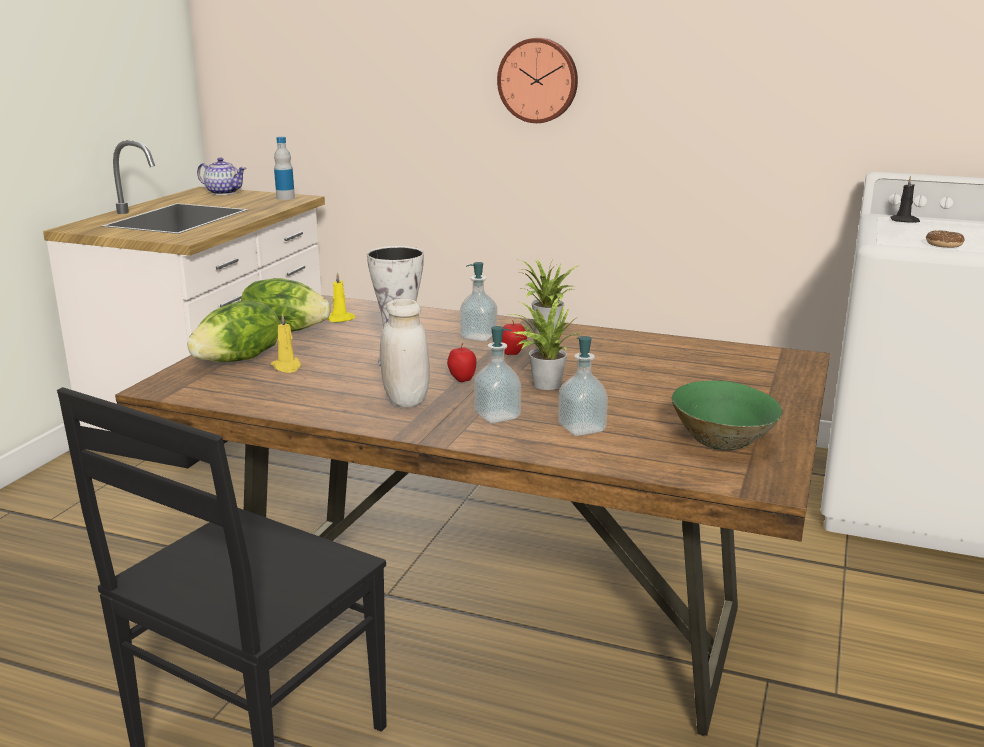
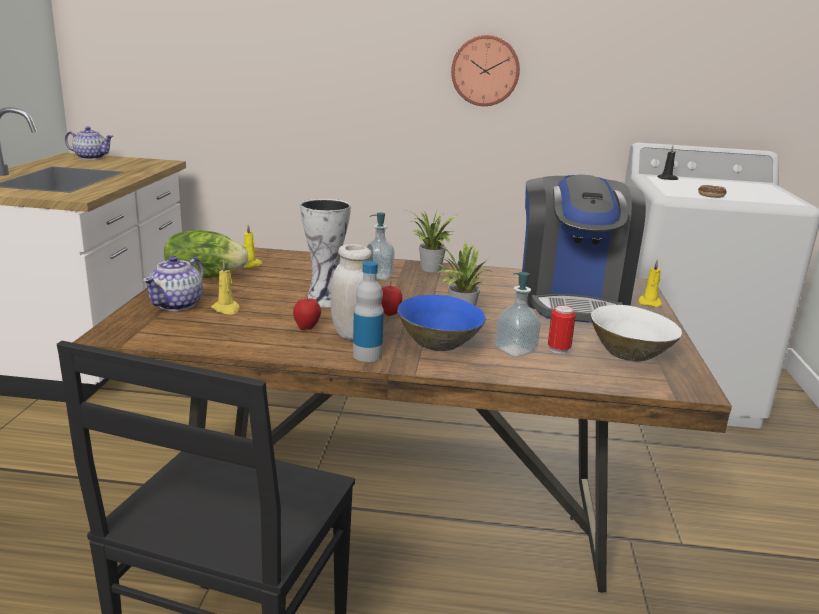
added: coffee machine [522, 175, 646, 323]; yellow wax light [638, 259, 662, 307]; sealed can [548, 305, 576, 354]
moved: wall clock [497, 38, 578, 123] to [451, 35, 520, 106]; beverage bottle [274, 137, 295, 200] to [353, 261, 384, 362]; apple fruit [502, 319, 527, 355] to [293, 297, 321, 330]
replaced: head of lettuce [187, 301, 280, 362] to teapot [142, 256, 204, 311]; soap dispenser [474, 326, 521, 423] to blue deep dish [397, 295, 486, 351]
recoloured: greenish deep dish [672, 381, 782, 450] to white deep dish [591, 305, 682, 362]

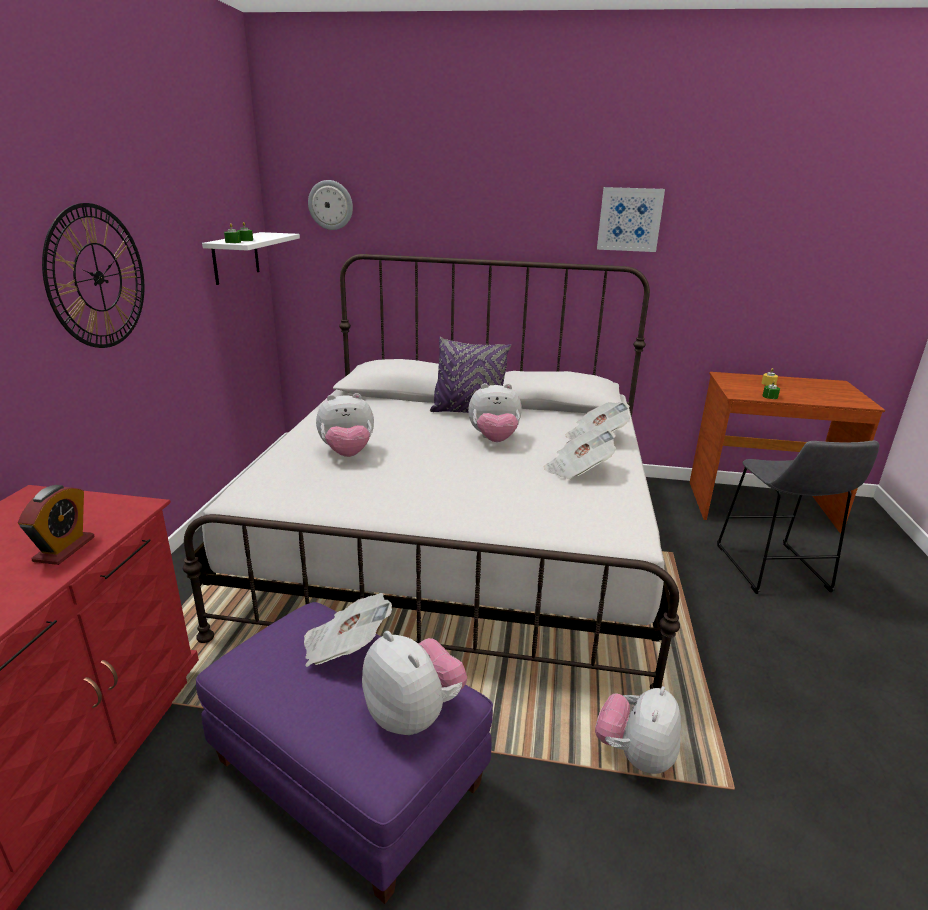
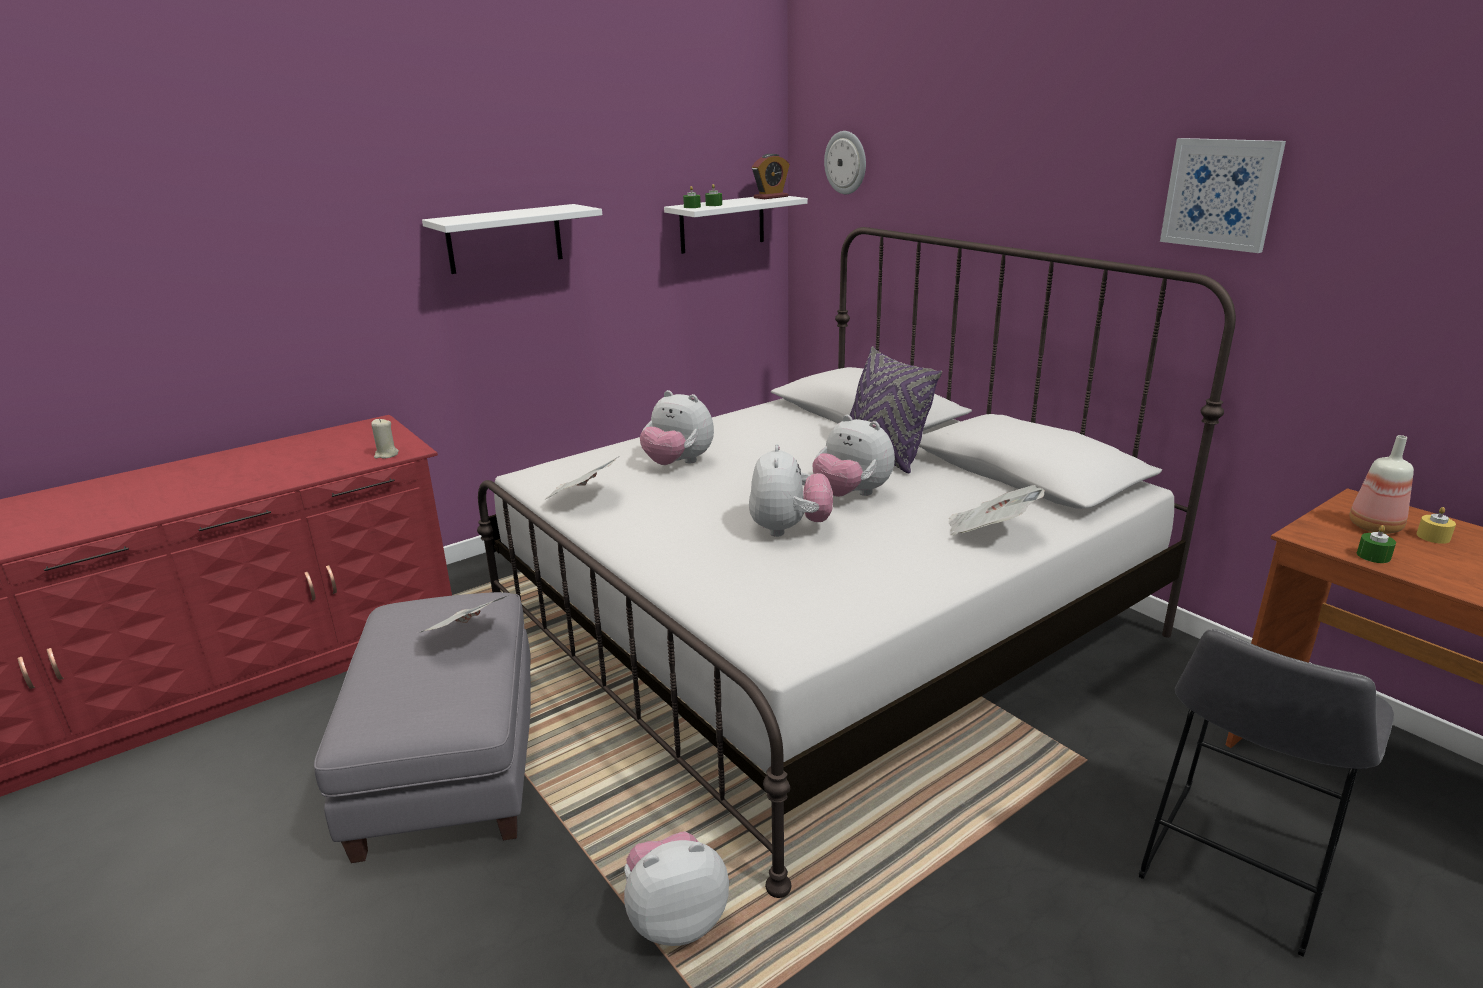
added: beige-coloured wax light [372, 418, 399, 459]; beverage bottle [1349, 435, 1414, 534]
moved: daily paper [544, 430, 616, 480] to [546, 457, 618, 499]; alarm clock [18, 485, 95, 565] to [752, 154, 789, 199]; cuddly toy [362, 631, 467, 735] to [749, 444, 833, 537]
replaced: wall clock [42, 203, 145, 348] to white bracket shelf [422, 204, 602, 274]
recoloured: purple-coloured pouffe [196, 602, 493, 904] to grey pouffe [314, 592, 531, 863]

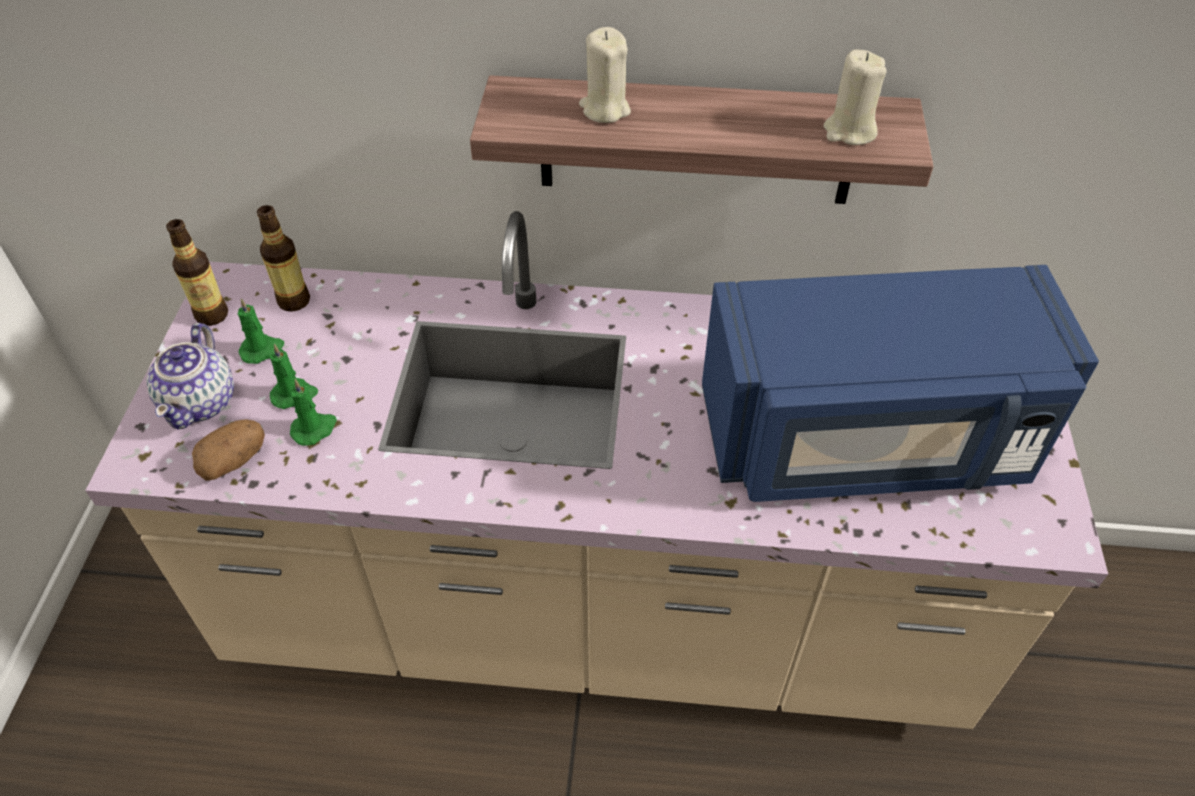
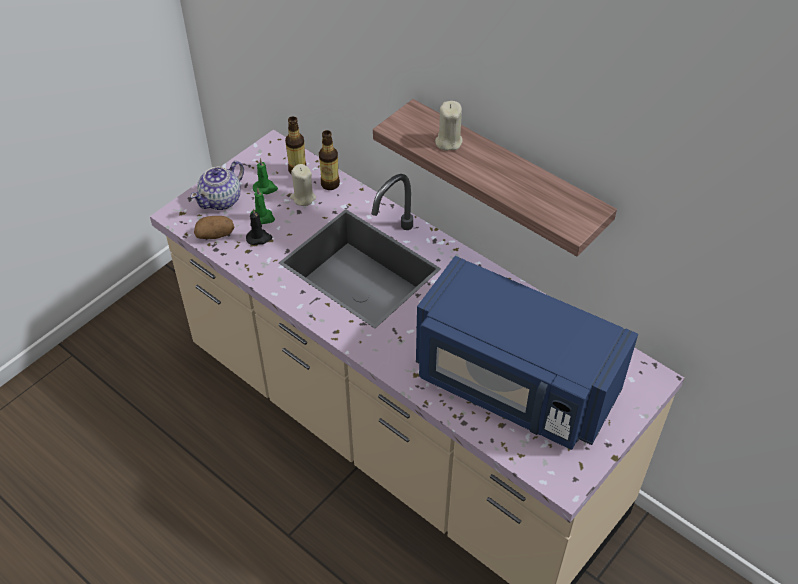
moved: beige-coloured wax light [823, 49, 886, 145] to [290, 164, 316, 206]; beverage bottle [166, 219, 228, 326] to [319, 130, 340, 190]
recoloured: greenish wax light [290, 379, 337, 446] to blackish wax light [246, 208, 272, 245]

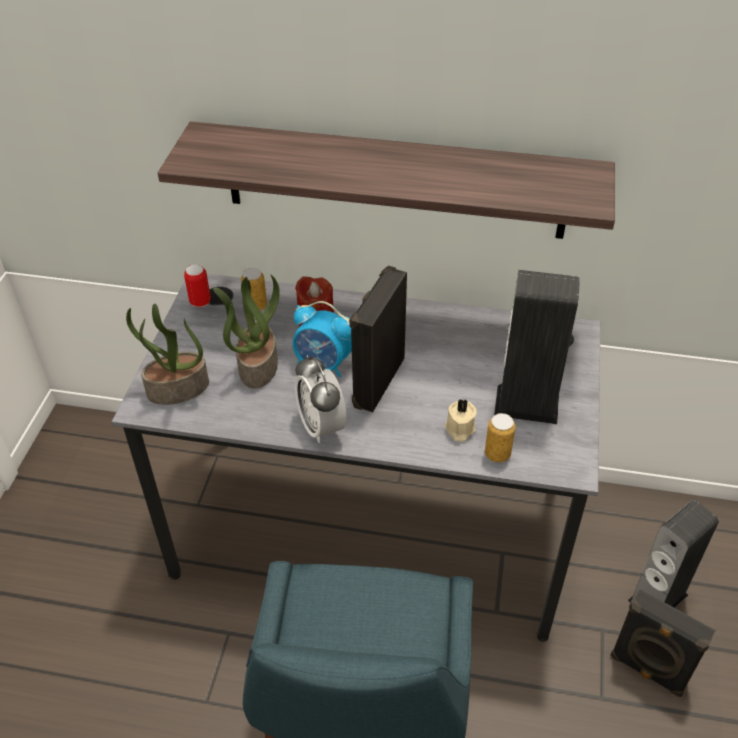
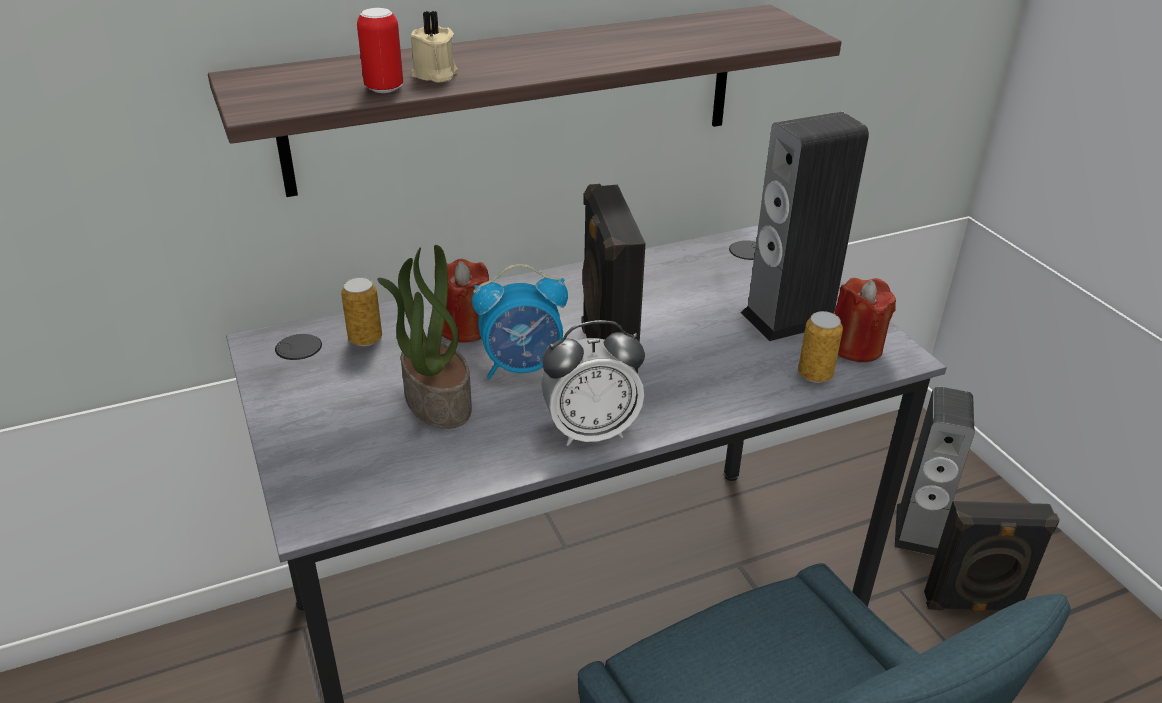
removed: plant in a pot [126, 304, 209, 405]
added: red wax light [835, 278, 896, 362]
moved: sealed can [184, 264, 211, 307] to [357, 8, 403, 93]; beige-coloured wax light [445, 399, 477, 442] to [410, 11, 458, 83]
turned: alarm clock [295, 355, 346, 443] = [541, 320, 645, 446] 45 degrees counterclockwise

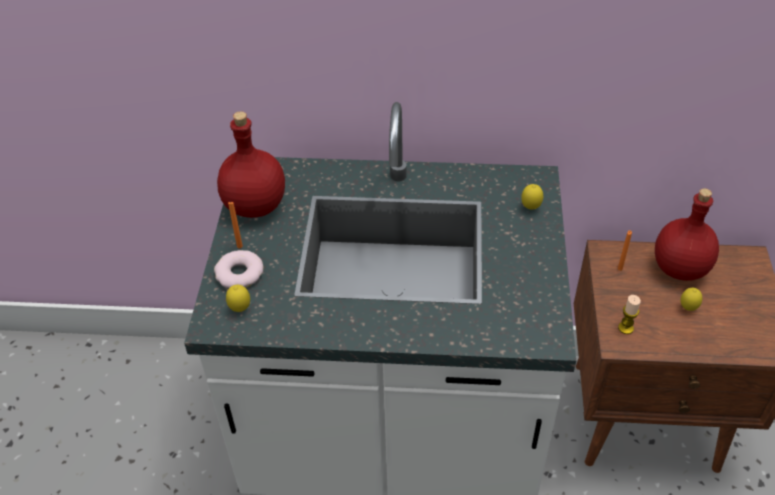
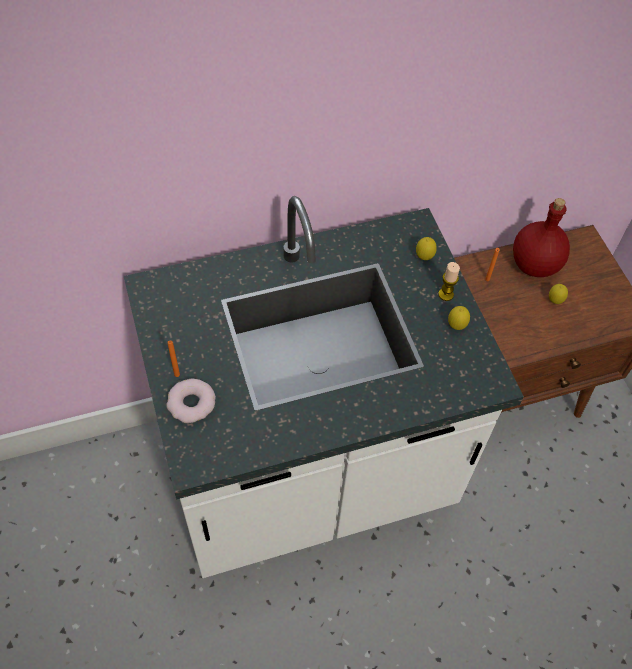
removed: red beverage bottle [217, 111, 285, 218]
moved: lemon [226, 285, 250, 312] to [448, 306, 470, 330]; wax light [618, 295, 641, 334] to [438, 262, 460, 301]

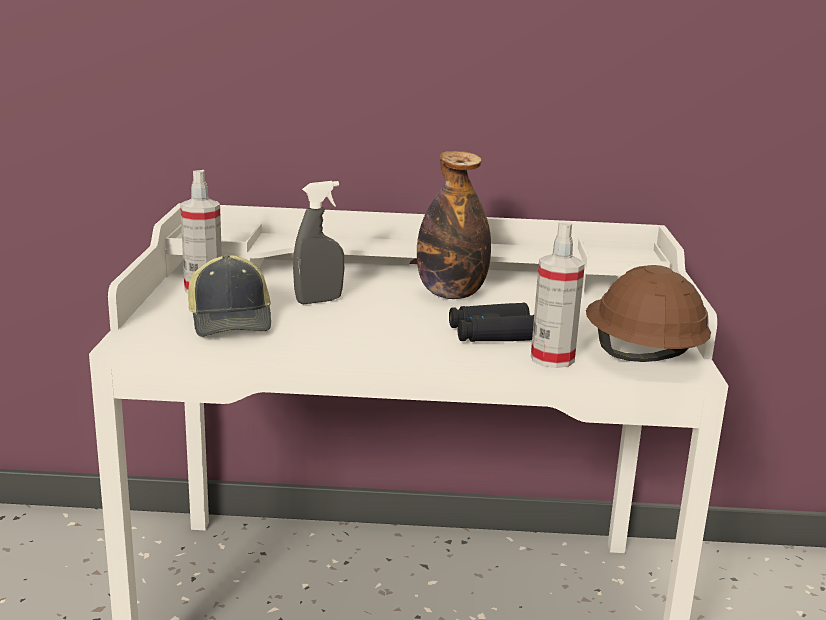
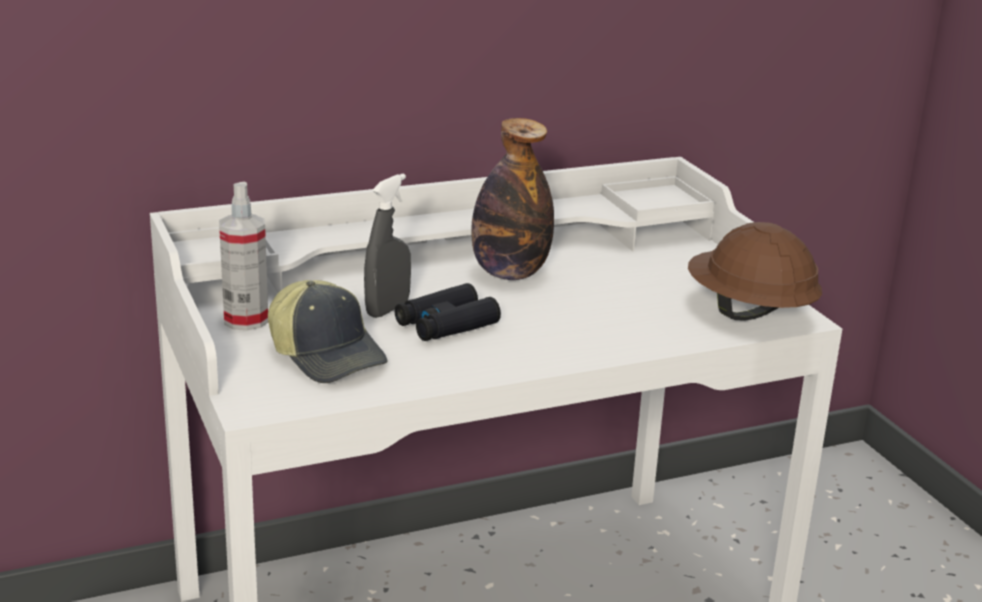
removed: sprayer [531, 223, 585, 368]
moved: blackish field glasses [449, 303, 534, 342] to [395, 283, 501, 341]

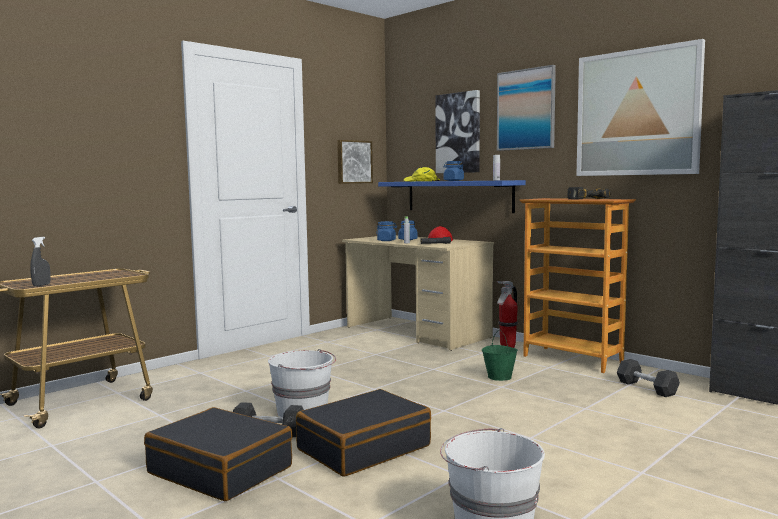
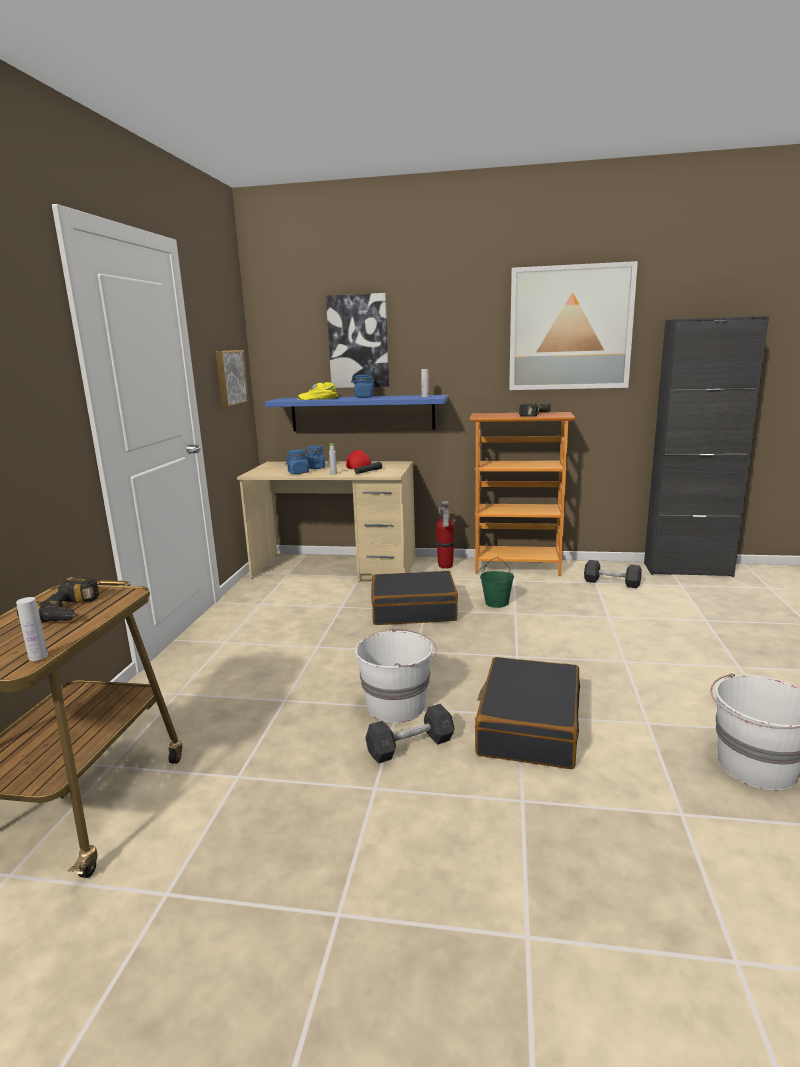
removed: wall art [497, 65, 556, 151]
added: power drill [17, 576, 99, 622]
moved: blackish suitcase [144, 407, 293, 501] to [371, 571, 458, 625]
replaced: grey sprayer [30, 237, 51, 287] to white beverage bottle [16, 597, 48, 661]

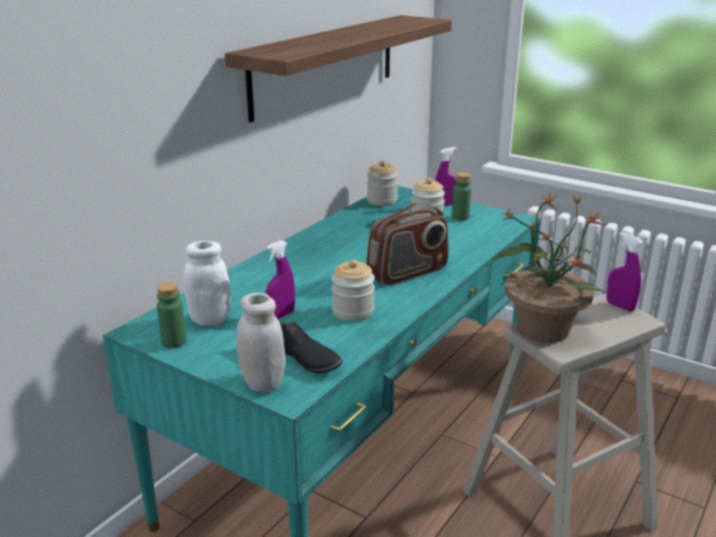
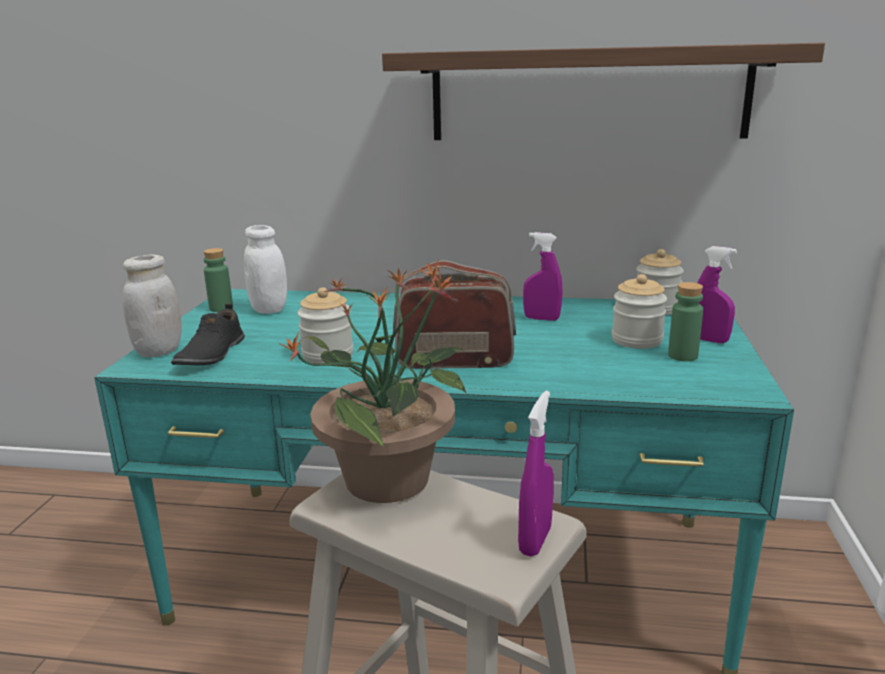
moved: purple-coloured sprayer [265, 240, 295, 319] to [523, 232, 562, 321]
turned: radio set [366, 203, 449, 286] = [393, 260, 516, 369] 150 degrees clockwise

